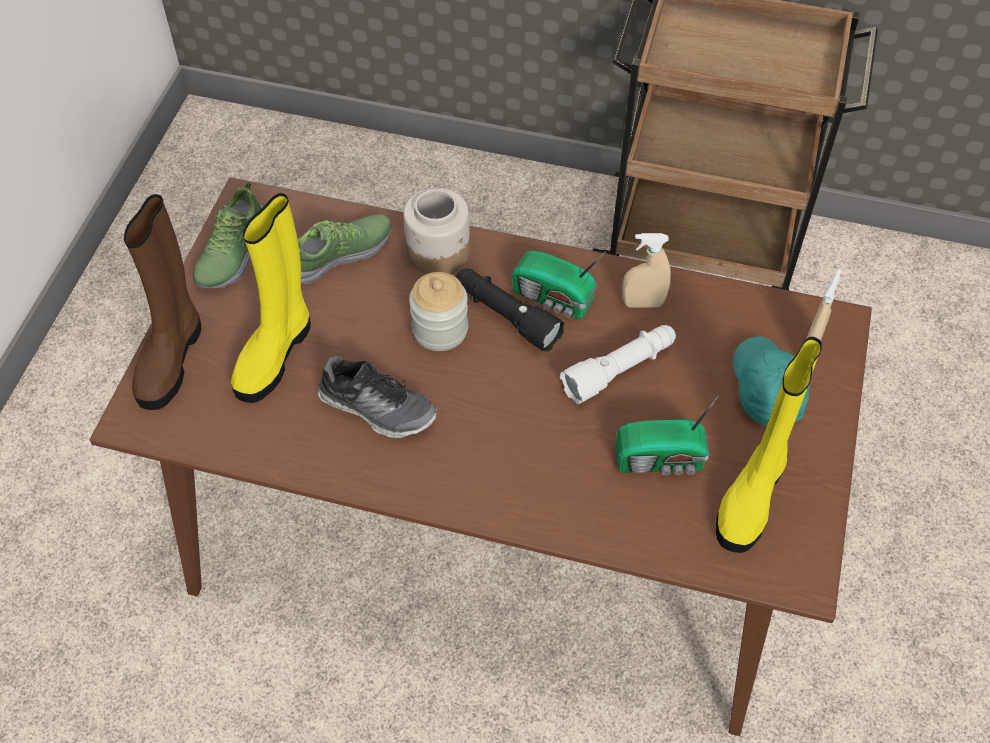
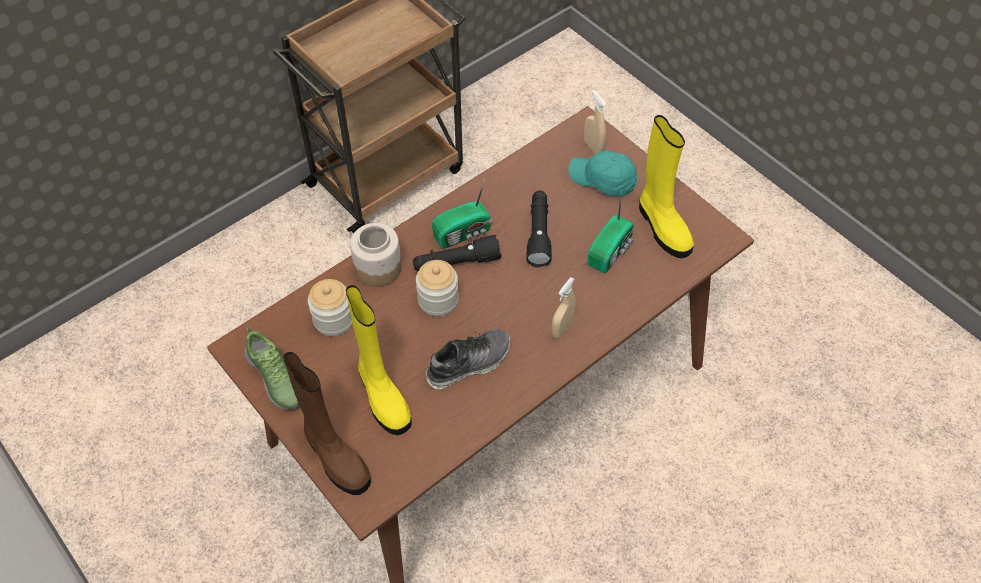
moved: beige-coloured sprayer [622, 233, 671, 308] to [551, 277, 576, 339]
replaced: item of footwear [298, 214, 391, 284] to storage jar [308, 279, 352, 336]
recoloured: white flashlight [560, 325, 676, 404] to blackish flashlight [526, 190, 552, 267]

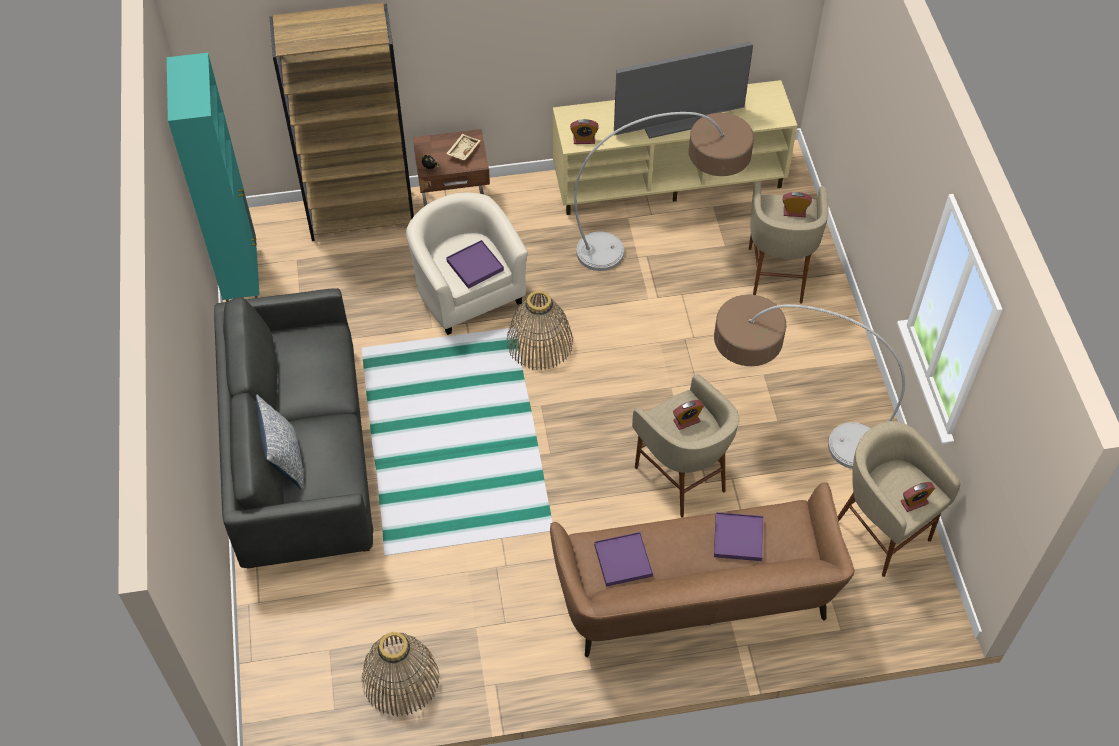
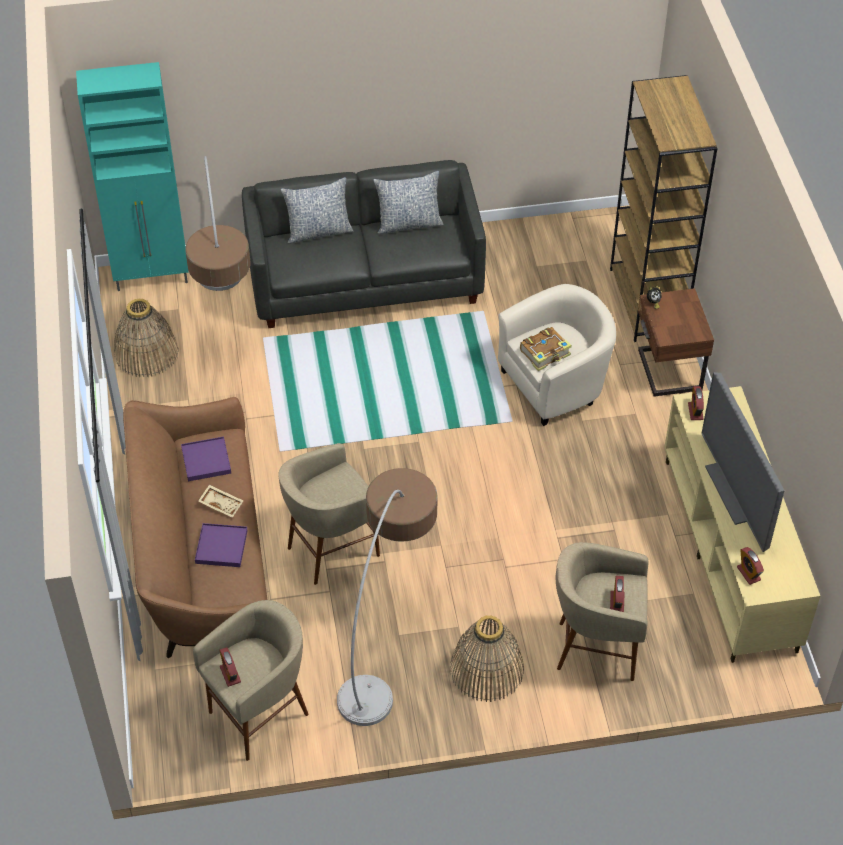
added: cushion [373, 171, 444, 234]
moved: blue-green cupboard [167, 53, 260, 302] to [76, 62, 189, 291]; standard lamp [574, 112, 754, 271] to [185, 156, 251, 291]; beige-coloured tray [446, 134, 481, 161] to [198, 485, 244, 518]; basket [507, 291, 573, 370] to [450, 616, 524, 702]; alarm clock [673, 400, 704, 430] to [737, 547, 764, 585]
replaced: purple-coloured tray [446, 240, 504, 289] to bound book [520, 327, 572, 371]

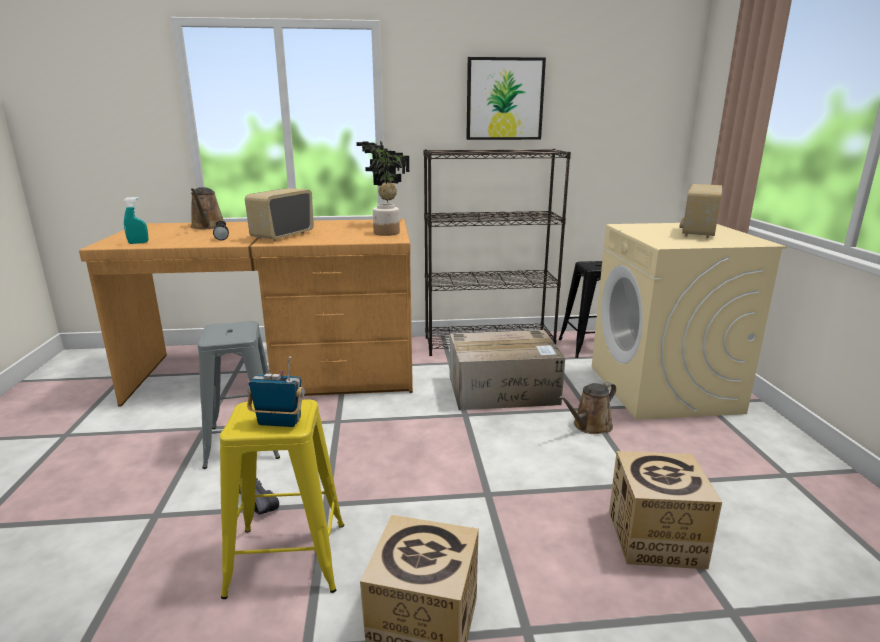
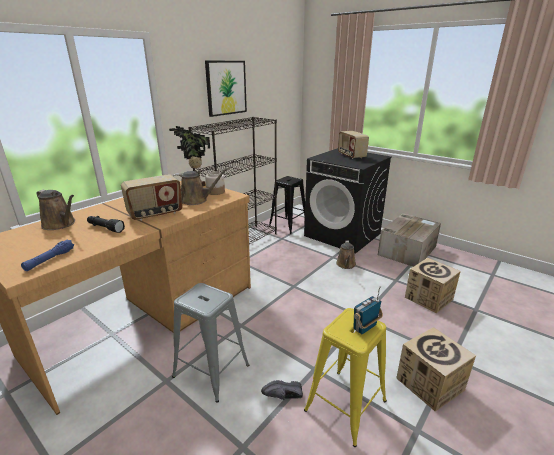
added: brown watering pot [173, 168, 229, 205]
moved: cardboard box [450, 330, 565, 410] to [378, 214, 441, 267]
replaced: blue-green sprayer [123, 197, 148, 244] to blue flashlight [21, 239, 74, 271]
recoloured: beige-coloured washing machine [592, 223, 787, 420] to blackish washing machine [304, 148, 392, 254]
turned: radio set [245, 188, 314, 241] = [121, 174, 183, 221] 105 degrees counterclockwise

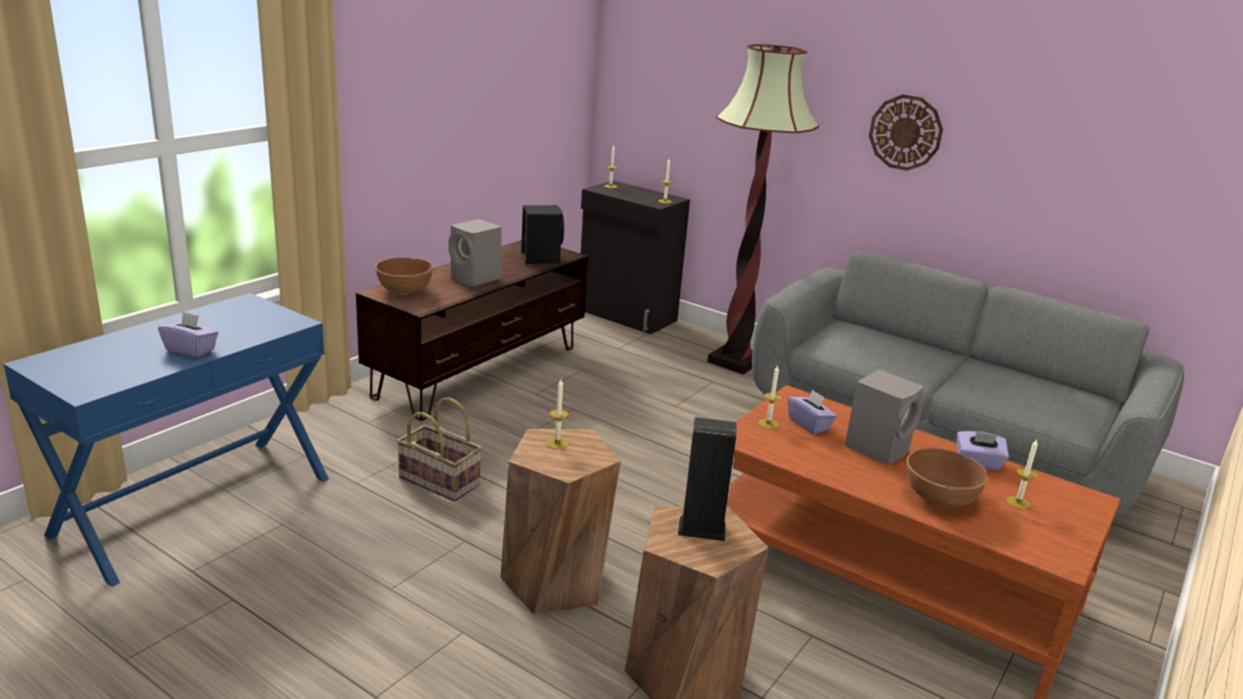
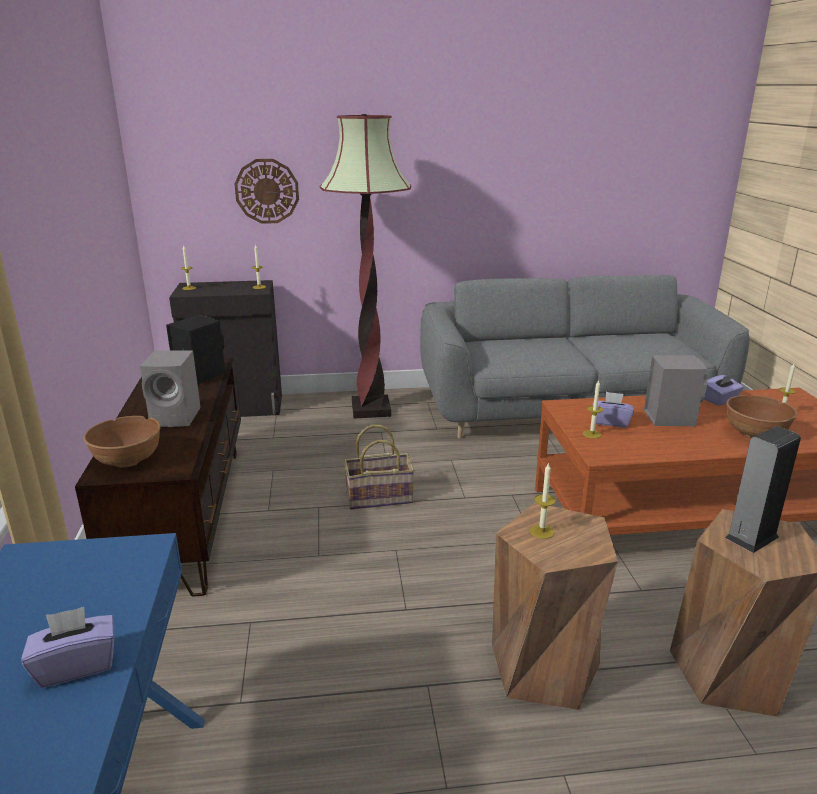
moved: wall clock [869, 94, 943, 171] to [234, 159, 299, 224]; basket [397, 398, 482, 502] to [344, 424, 415, 510]

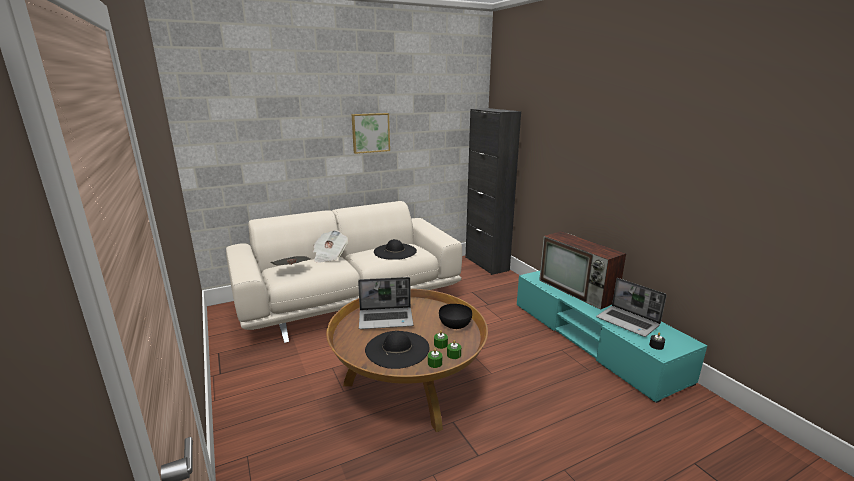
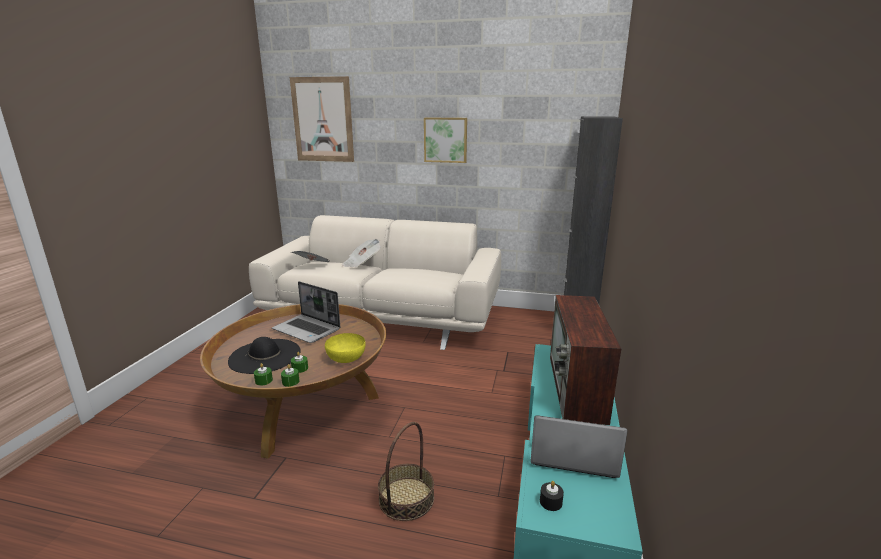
removed: blackish clothing hat [374, 239, 417, 260]
added: wall art [290, 76, 354, 162]; basket [378, 422, 434, 521]
recoloured: blackish deep dish [439, 304, 472, 329] to yellow deep dish [325, 333, 366, 363]
turned: notebook computer [596, 278, 667, 337] = [530, 415, 628, 478] 105 degrees clockwise

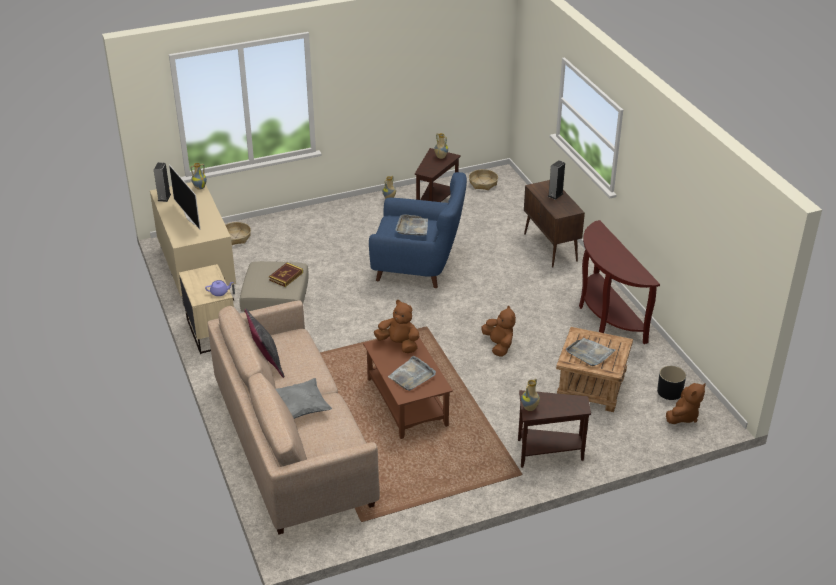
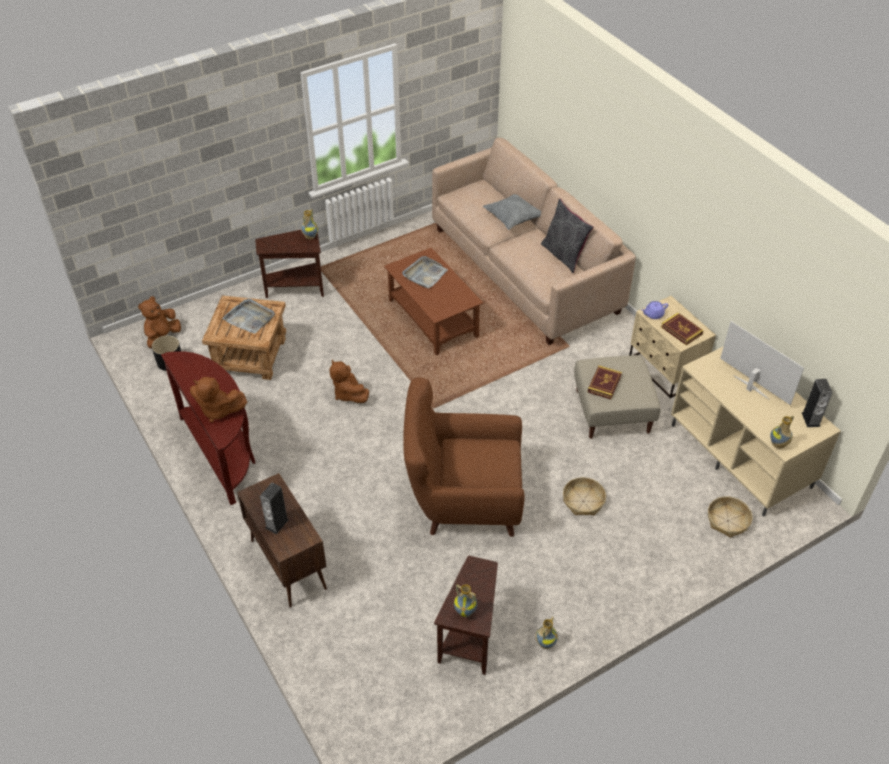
removed: grey tray [395, 214, 428, 236]
added: bound book [661, 312, 703, 345]
moved: basket [469, 169, 498, 190] to [563, 477, 606, 515]; brown cuddly toy [374, 300, 419, 353] to [190, 377, 247, 422]
recoloured: blue lounge chair [369, 172, 467, 288] to brown lounge chair [403, 377, 525, 537]

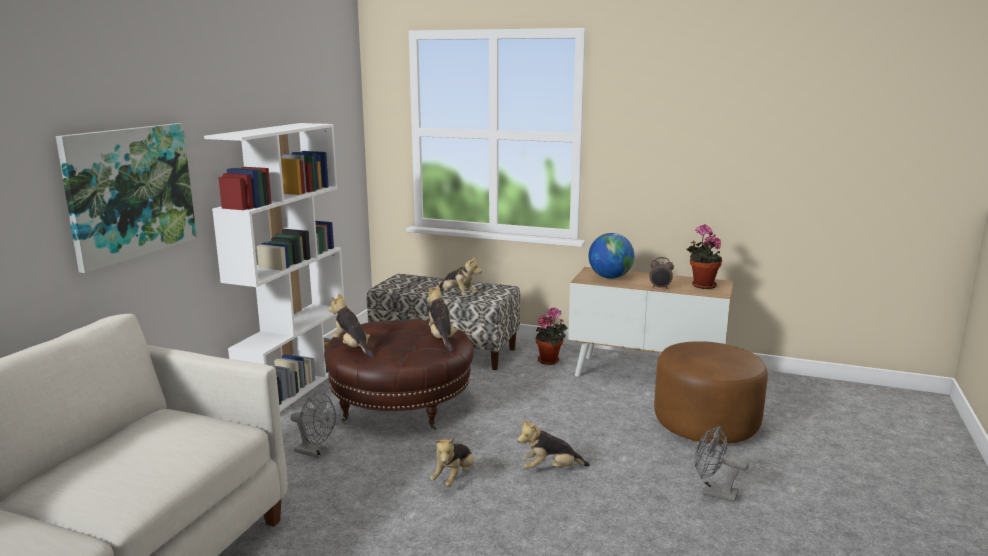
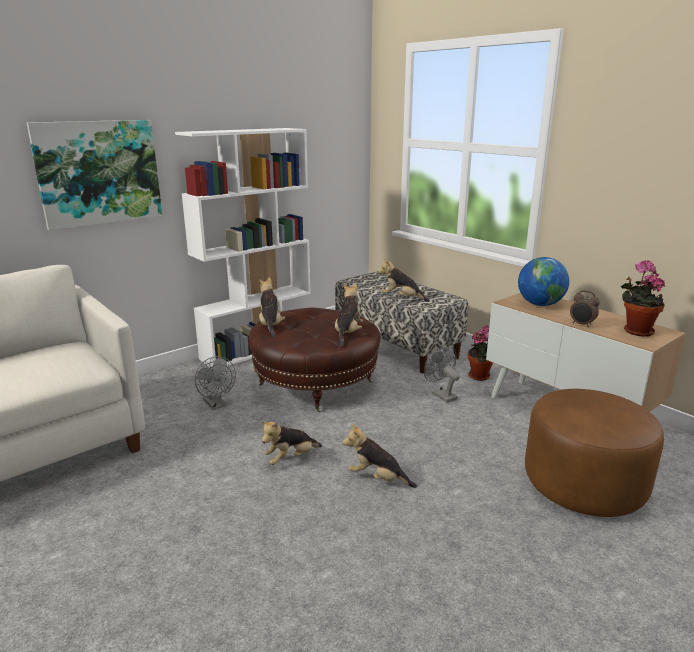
moved: grey fan [695, 426, 749, 502] to [424, 346, 460, 403]
turned: cuddly toy [439, 255, 482, 296] = [378, 258, 430, 302] 135 degrees clockwise

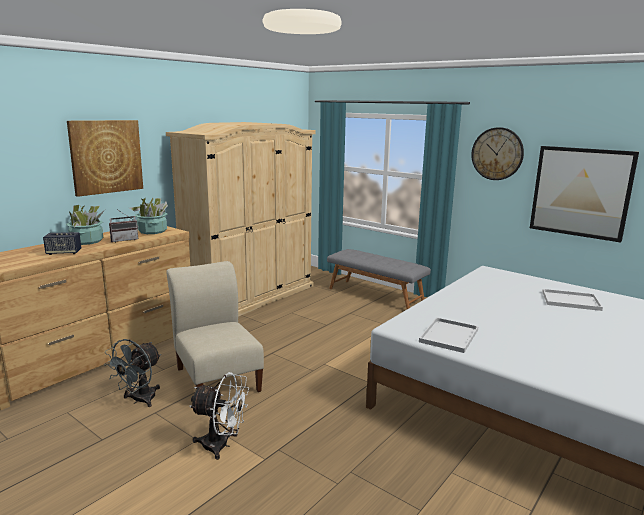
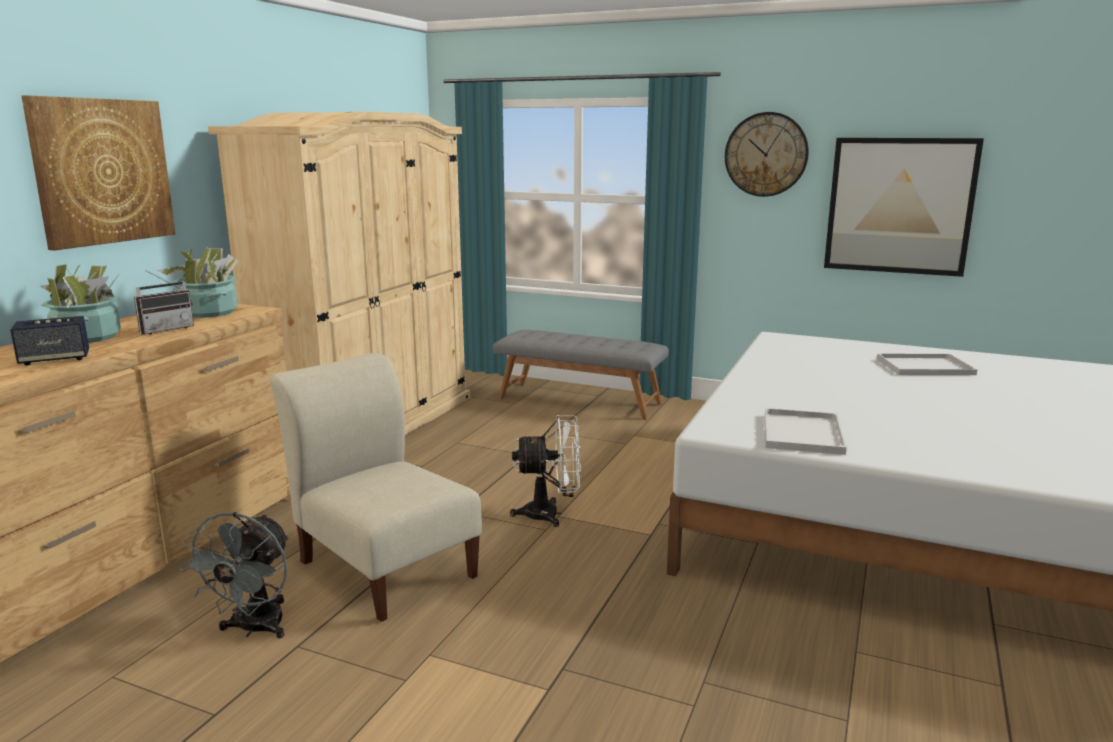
moved: white fan [189, 372, 249, 460] to [510, 415, 581, 527]

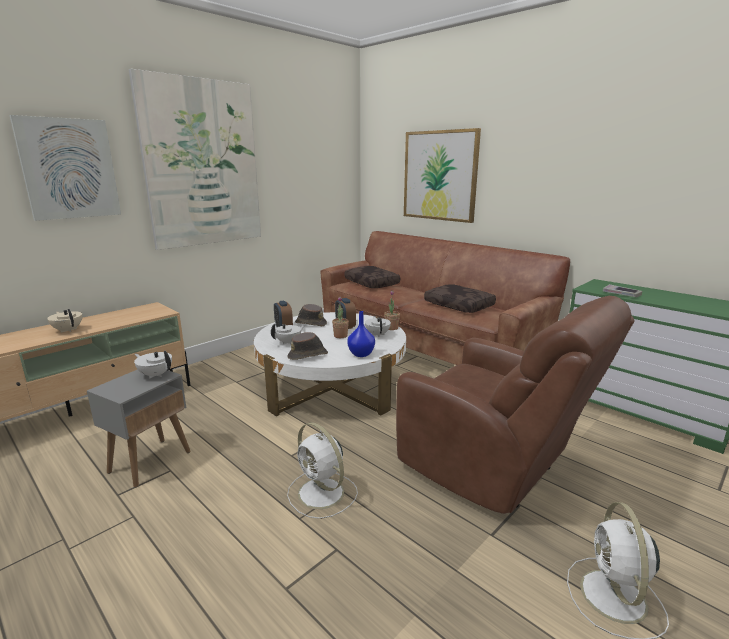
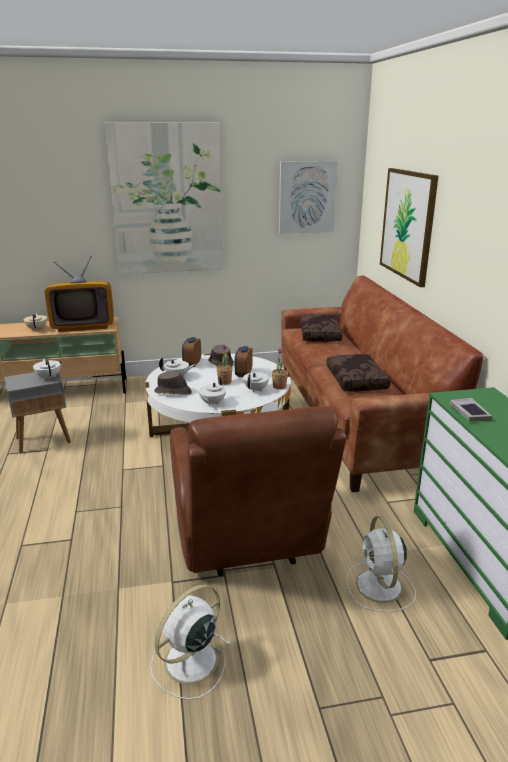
added: TV [45, 256, 114, 332]
moved: wall art [9, 115, 121, 221] to [279, 161, 338, 234]; white fan [287, 422, 358, 519] to [347, 516, 416, 612]
replaced: blue vase [347, 311, 375, 357] to white teapot [199, 376, 226, 406]

